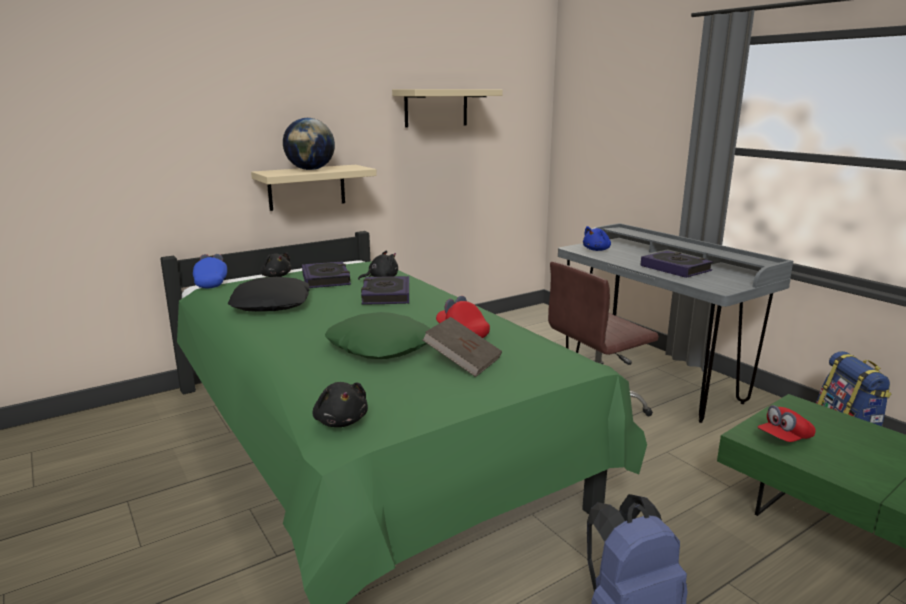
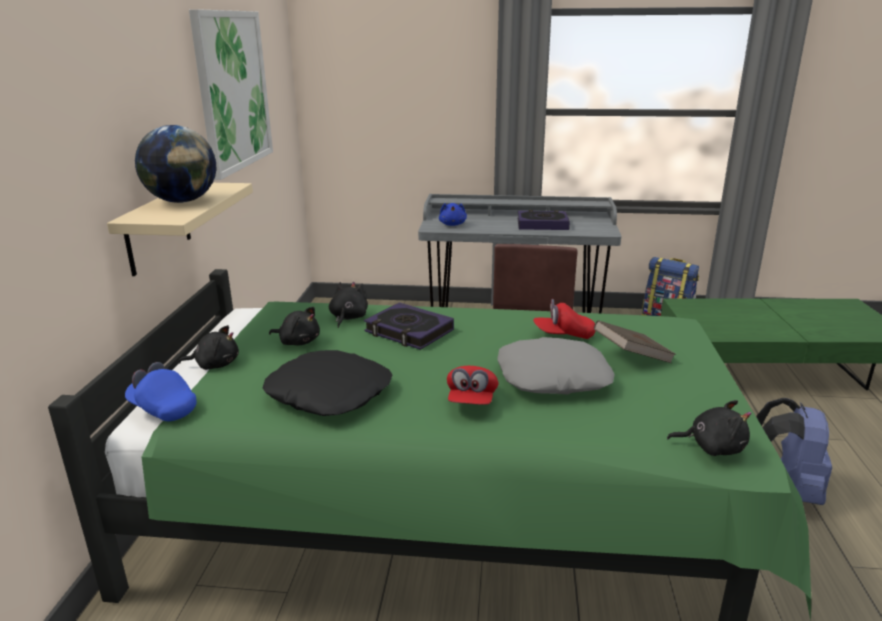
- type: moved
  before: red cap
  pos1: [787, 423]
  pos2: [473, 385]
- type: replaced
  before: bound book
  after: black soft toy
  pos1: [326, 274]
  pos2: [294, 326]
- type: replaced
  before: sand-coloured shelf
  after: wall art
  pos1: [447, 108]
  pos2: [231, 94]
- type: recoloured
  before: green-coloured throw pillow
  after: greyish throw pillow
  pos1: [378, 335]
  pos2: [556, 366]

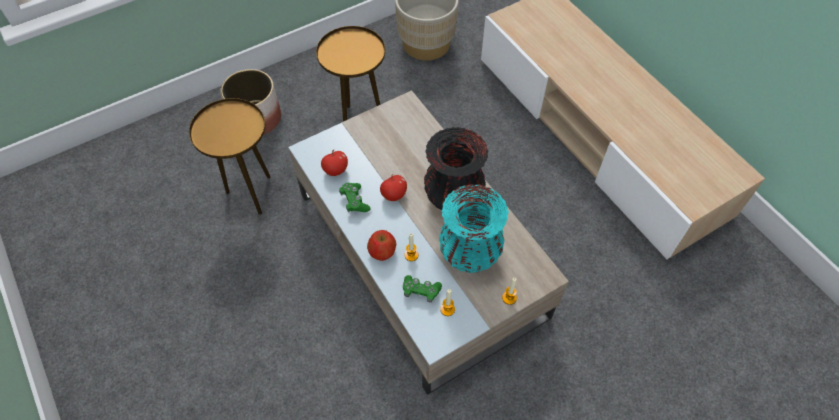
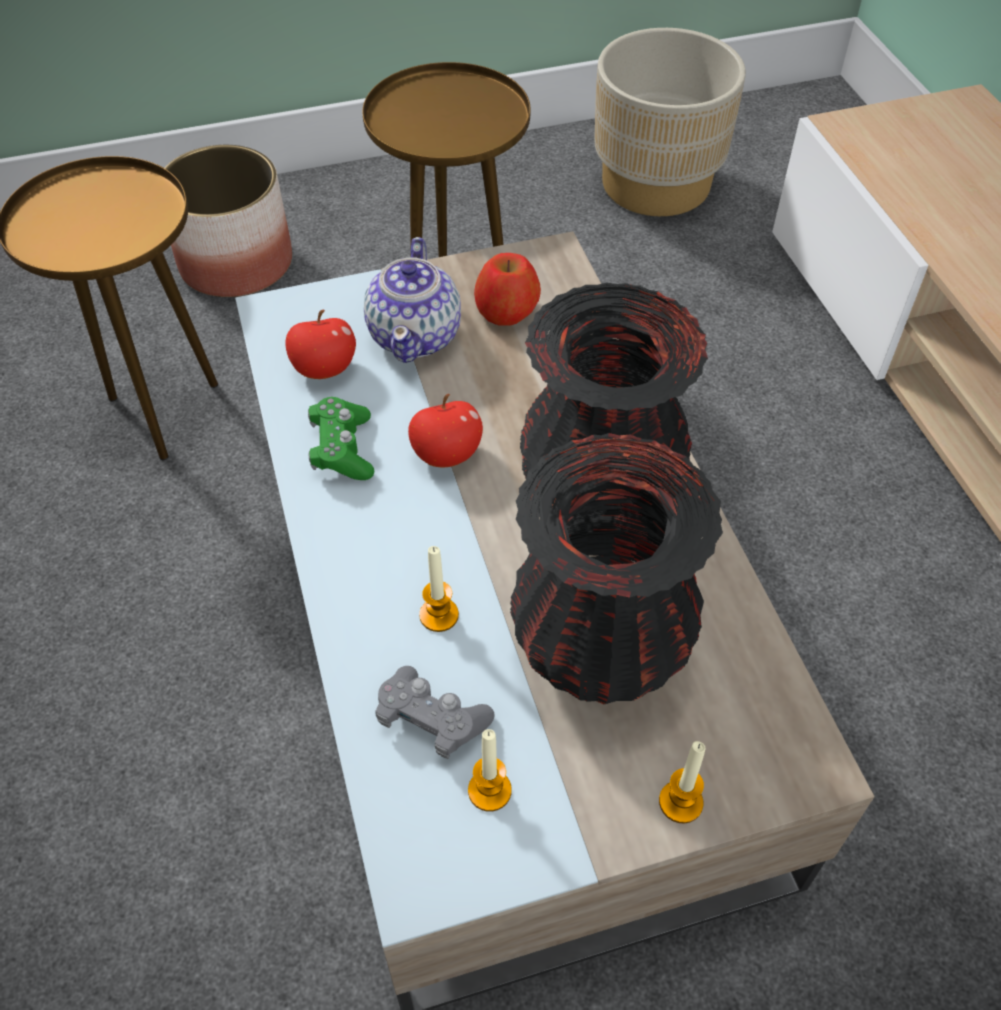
- type: added
  after: tea pot
  pos2: [412, 300]
- type: moved
  before: apple fruit
  pos1: [381, 245]
  pos2: [507, 289]
- type: recoloured
  before: green-coloured game controller
  after: greyish game controller
  pos1: [422, 289]
  pos2: [435, 712]
- type: recoloured
  before: turquoise-coloured decorative vase
  after: black decorative vase
  pos1: [474, 228]
  pos2: [616, 568]

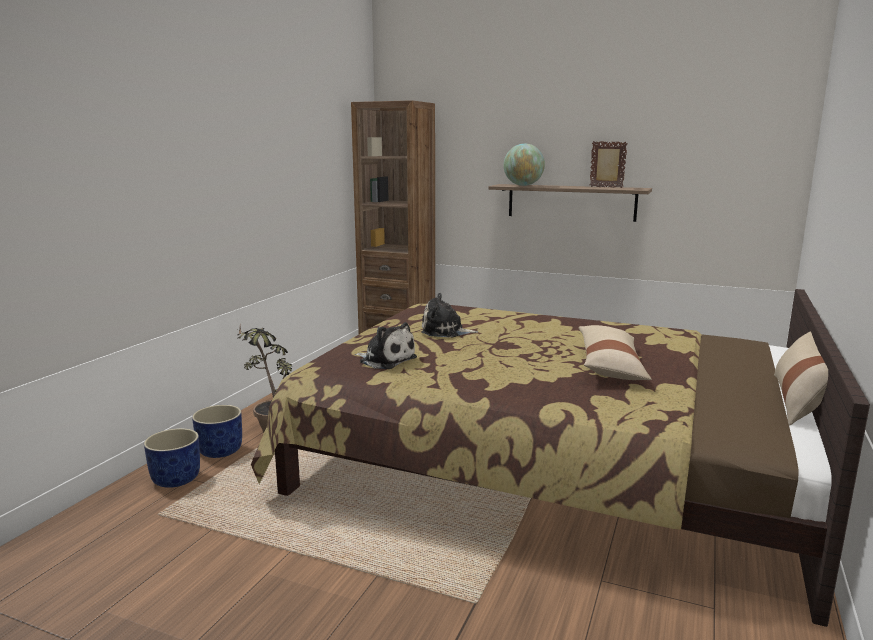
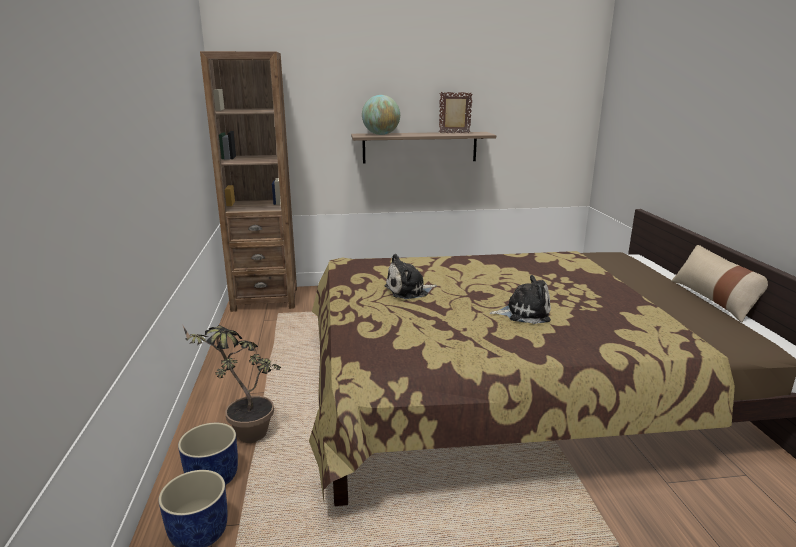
- type: removed
  before: sand-coloured throw pillow
  pos1: [615, 352]
- type: moved
  before: soft toy
  pos1: [386, 345]
  pos2: [520, 299]

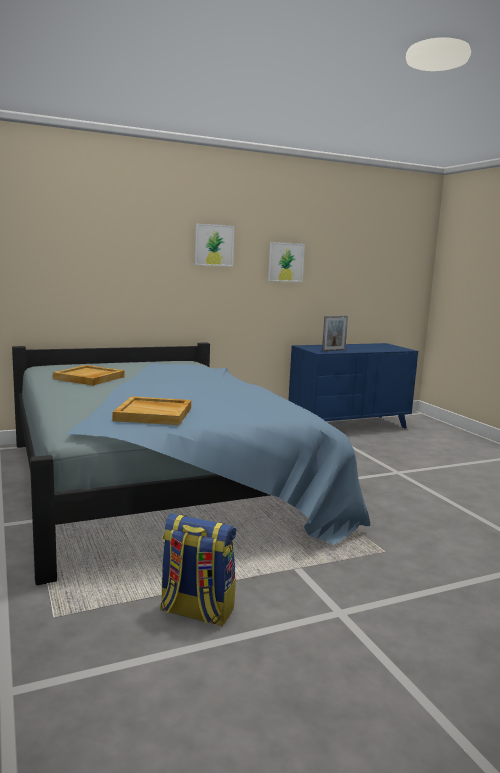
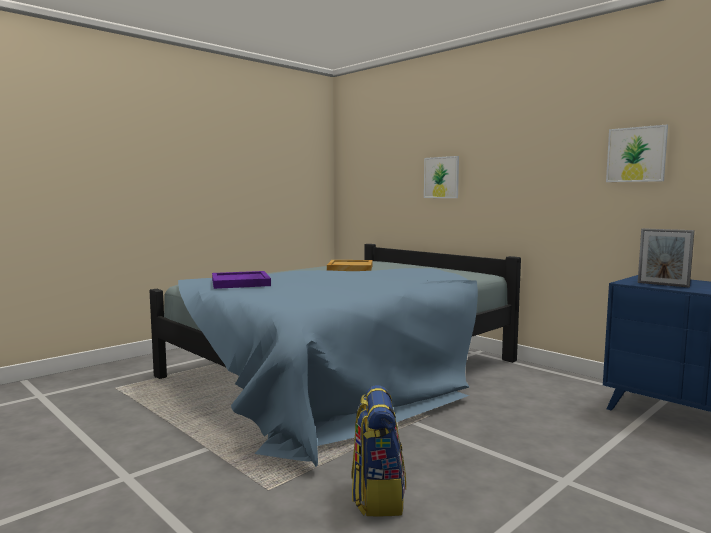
- type: moved
  before: knapsack
  pos1: [198, 569]
  pos2: [379, 450]
- type: moved
  before: wall art
  pos1: [214, 244]
  pos2: [441, 177]
- type: recoloured
  before: sand-coloured serving tray
  after: purple serving tray
  pos1: [152, 410]
  pos2: [241, 280]

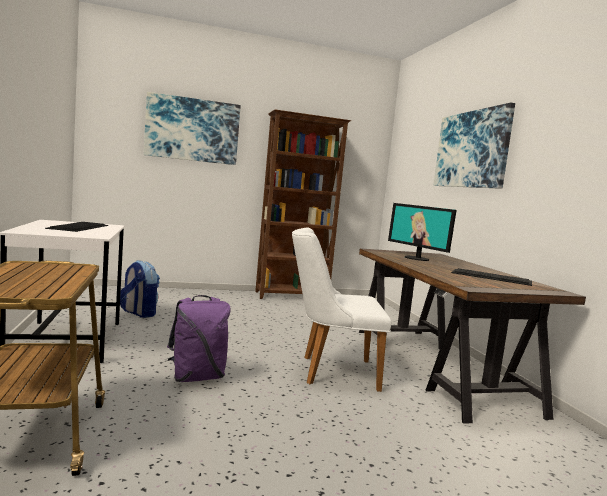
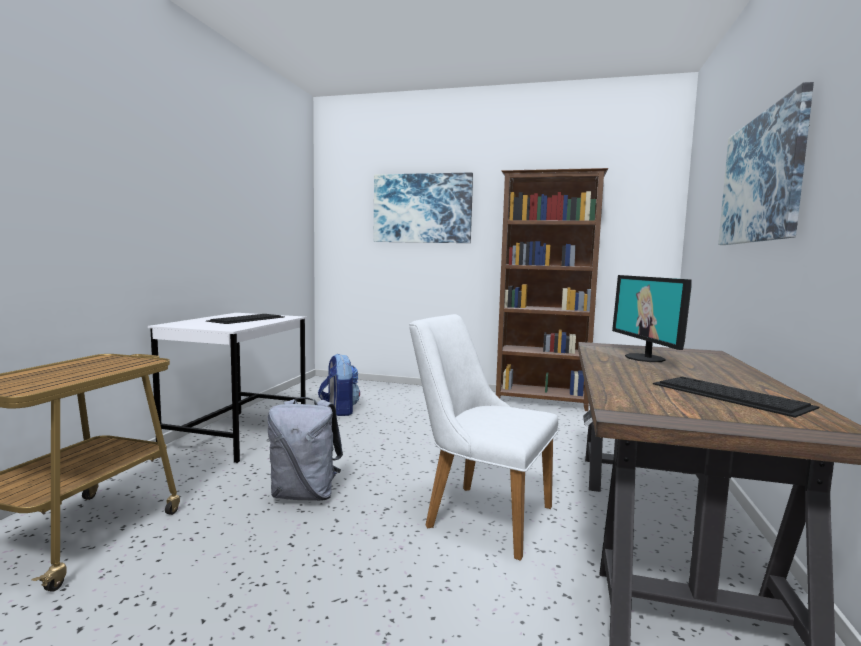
- type: recoloured
  before: purple knapsack
  after: greyish knapsack
  pos1: [199, 338]
  pos2: [305, 449]

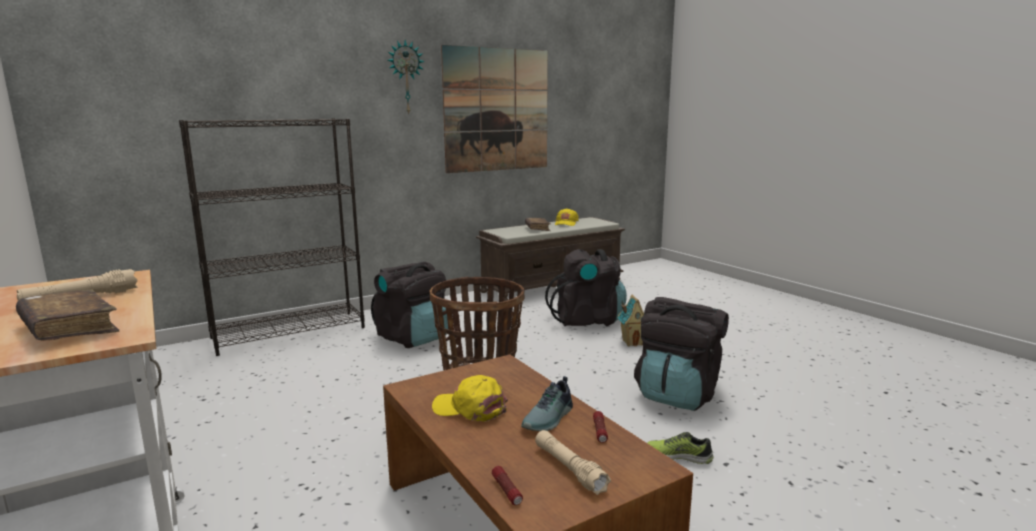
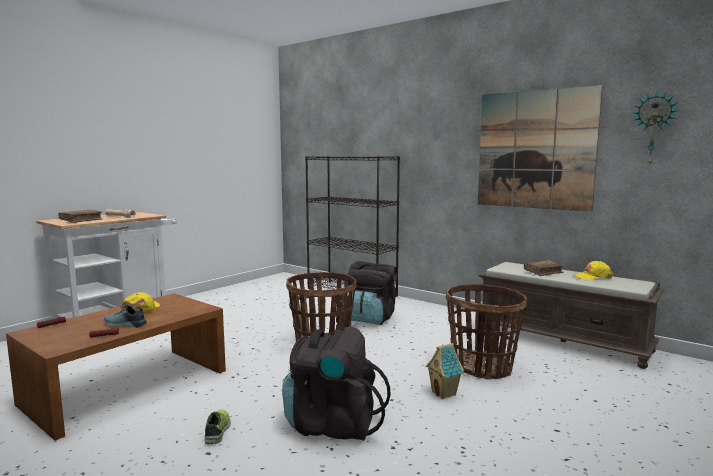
- type: removed
  before: sand-coloured hand torch
  pos1: [573, 462]
- type: moved
  before: hanging clock
  pos1: [406, 77]
  pos2: [656, 128]
- type: replaced
  before: black knapsack
  after: basket
  pos1: [586, 287]
  pos2: [486, 332]

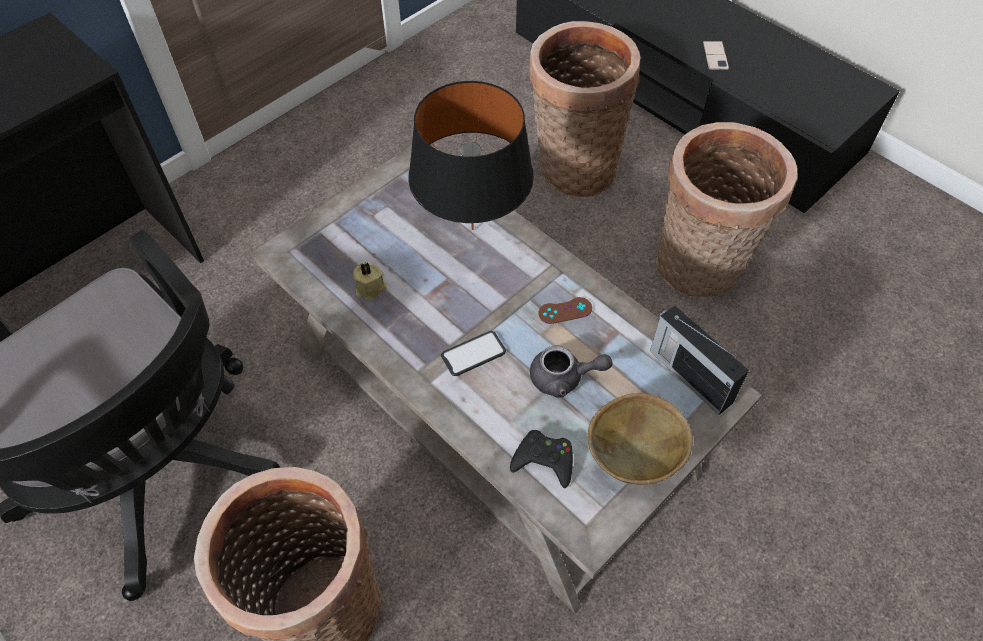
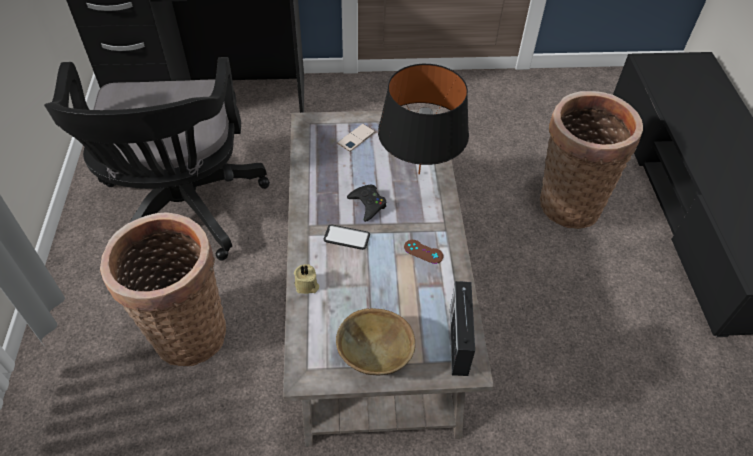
- type: removed
  before: greyish tea pot
  pos1: [571, 372]
- type: removed
  before: basket
  pos1: [726, 210]
- type: moved
  before: sand-coloured wax light
  pos1: [370, 281]
  pos2: [306, 279]
- type: moved
  before: black game controller
  pos1: [541, 459]
  pos2: [366, 203]
- type: moved
  before: telephone
  pos1: [716, 55]
  pos2: [356, 138]

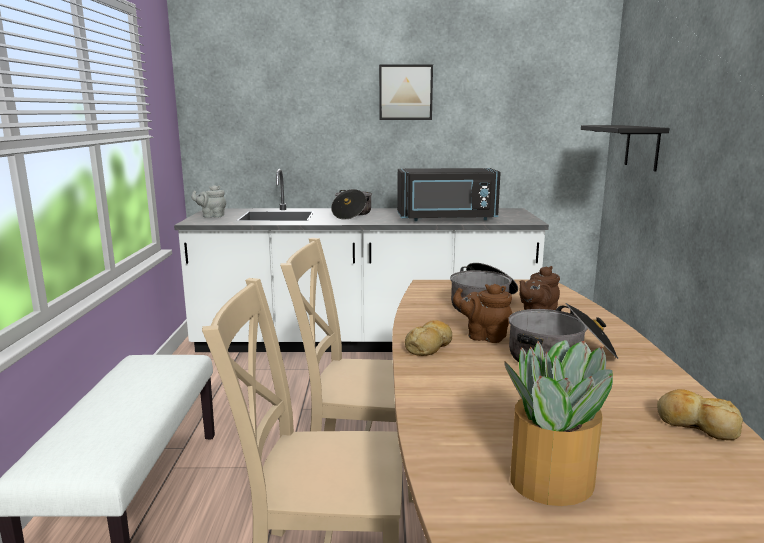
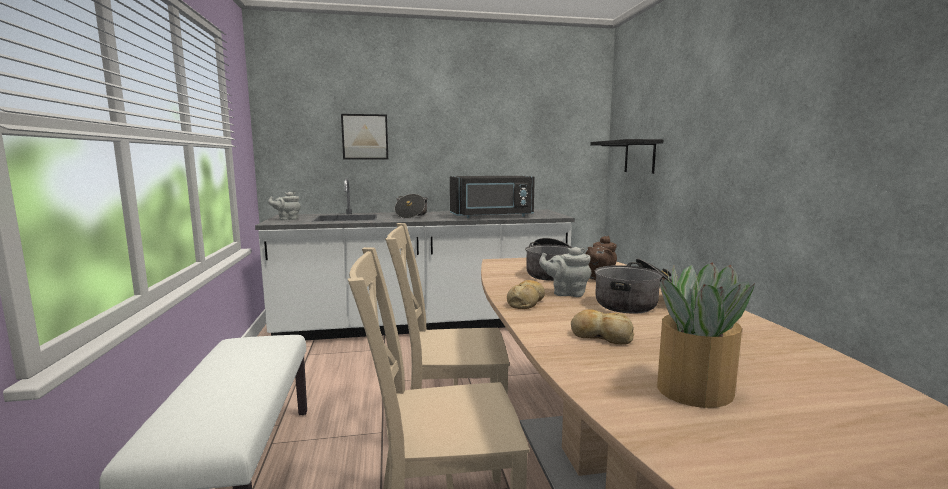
- type: moved
  before: wall art
  pos1: [406, 92]
  pos2: [364, 137]
- type: moved
  before: bread
  pos1: [700, 414]
  pos2: [602, 326]
- type: recoloured
  before: brown-coloured tea pot
  after: greyish tea pot
  pos1: [482, 313]
  pos2: [565, 272]

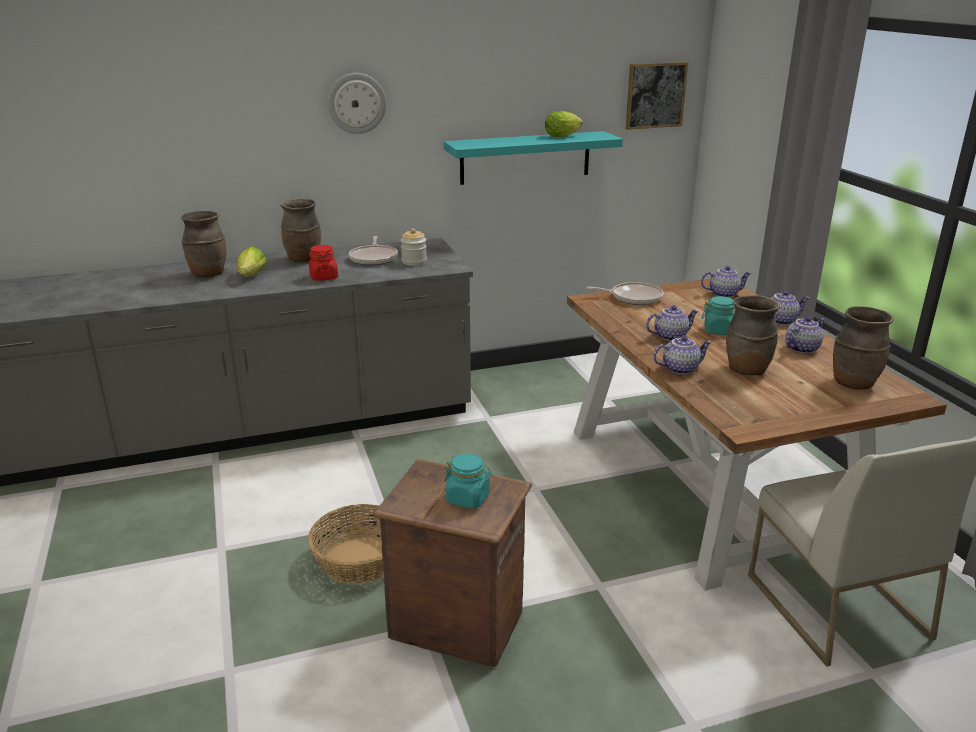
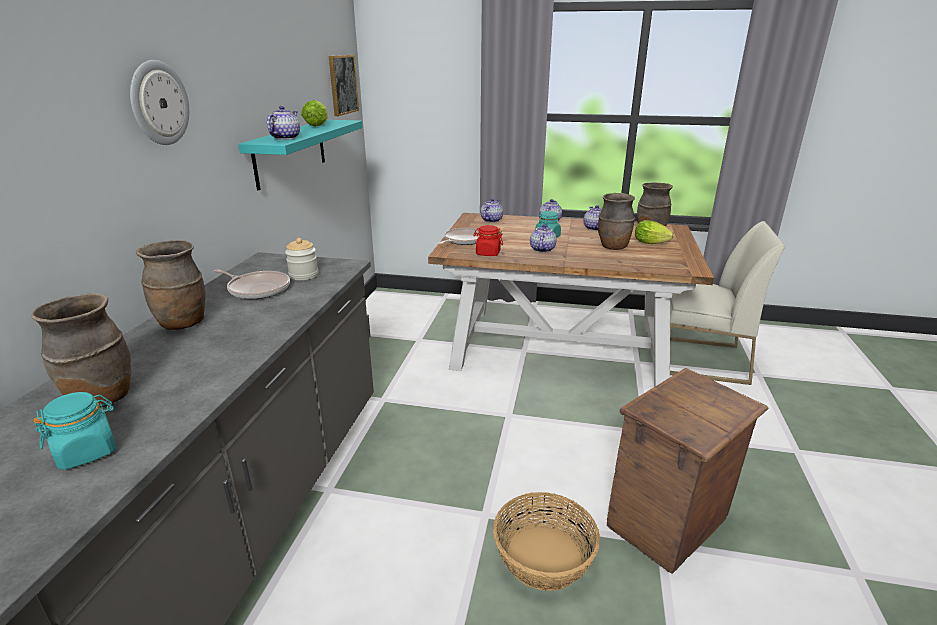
- type: moved
  before: head of lettuce
  pos1: [252, 261]
  pos2: [654, 232]
- type: moved
  before: red storage jar
  pos1: [323, 263]
  pos2: [488, 240]
- type: moved
  before: turquoise-coloured storage jar
  pos1: [468, 481]
  pos2: [74, 431]
- type: moved
  before: tea pot
  pos1: [682, 355]
  pos2: [283, 123]

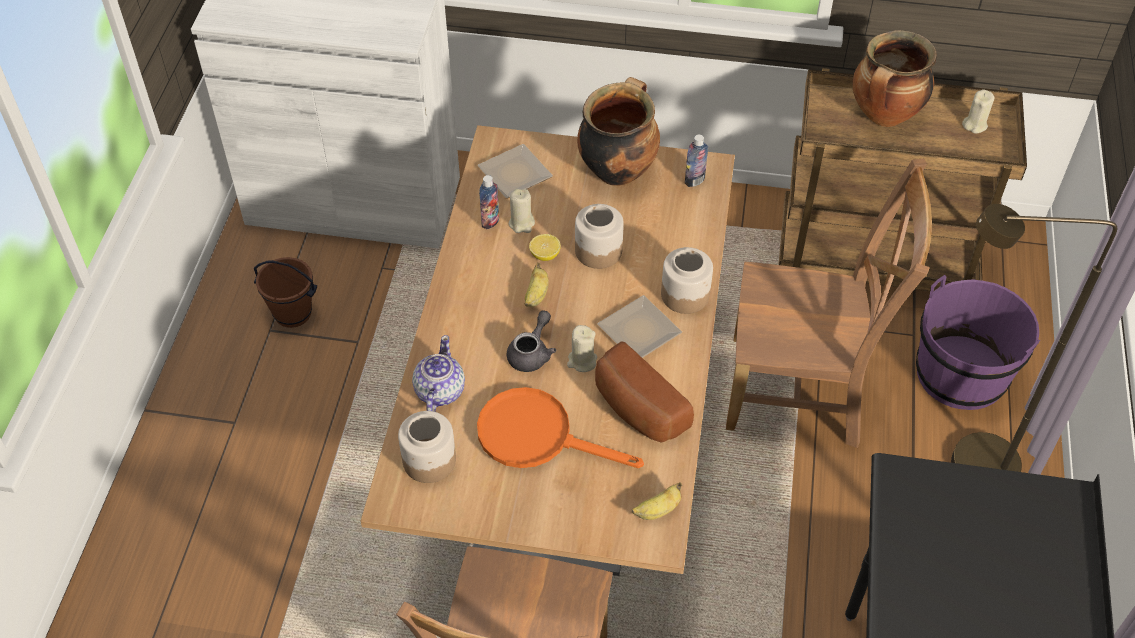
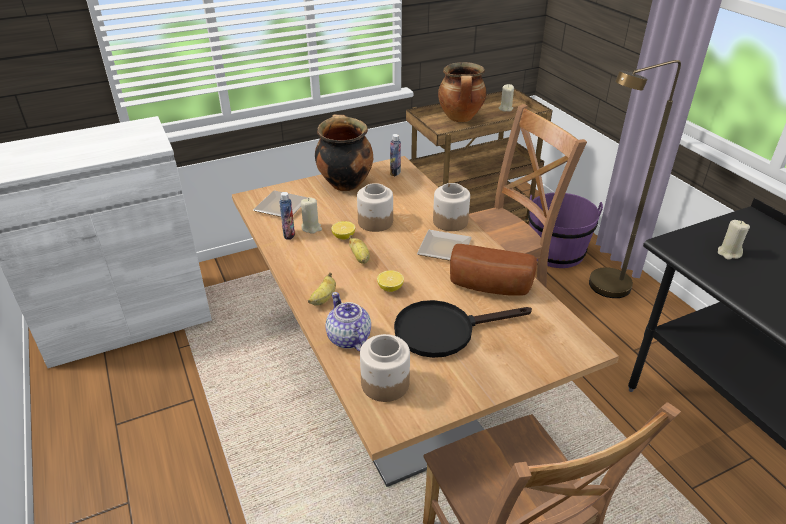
- type: removed
  before: brown-coloured pail
  pos1: [285, 292]
- type: moved
  before: sand-coloured wax light
  pos1: [582, 348]
  pos2: [734, 240]
- type: moved
  before: banana
  pos1: [657, 501]
  pos2: [322, 289]
- type: replaced
  before: greyish tea pot
  after: whole lemon
  pos1: [531, 341]
  pos2: [390, 281]
- type: recoloured
  before: orange pan
  after: black pan
  pos1: [560, 427]
  pos2: [463, 329]

